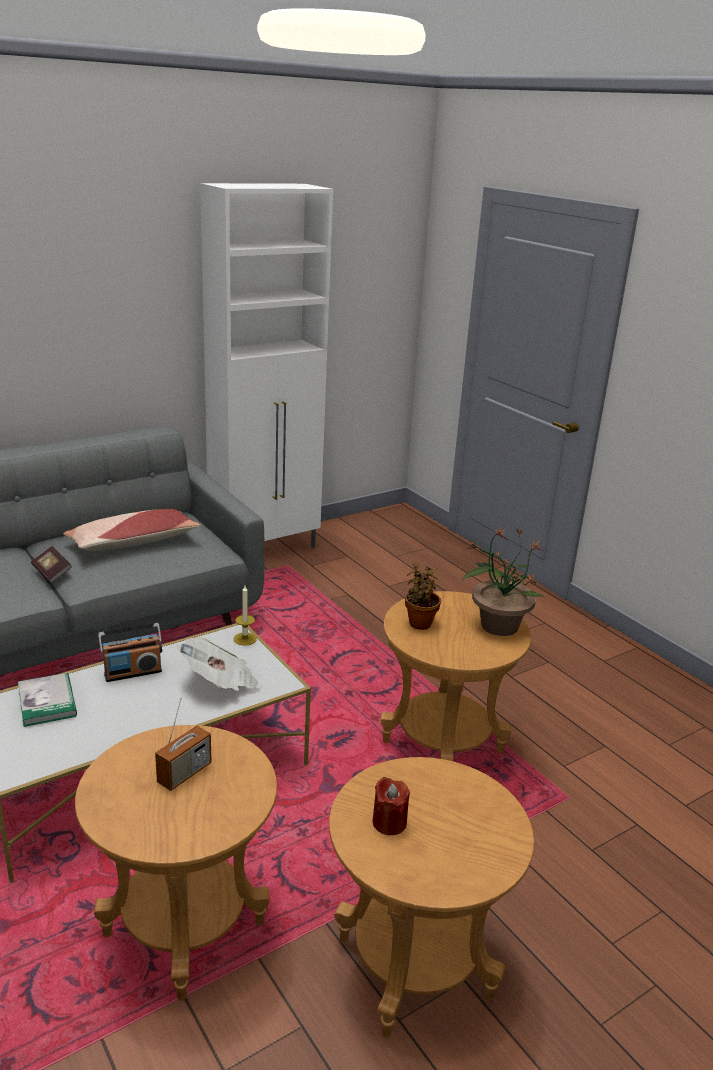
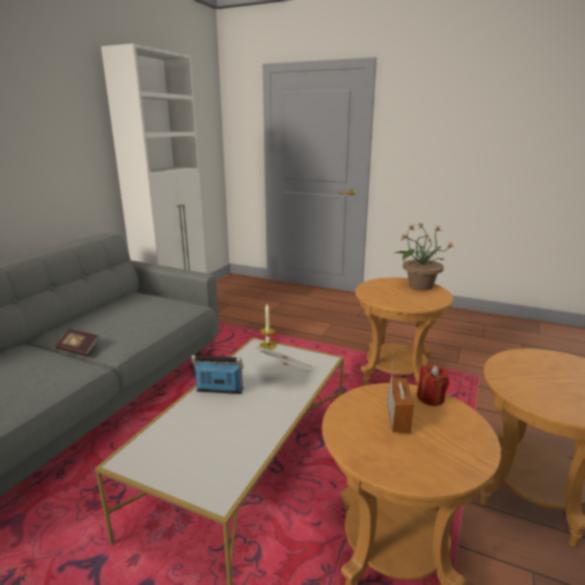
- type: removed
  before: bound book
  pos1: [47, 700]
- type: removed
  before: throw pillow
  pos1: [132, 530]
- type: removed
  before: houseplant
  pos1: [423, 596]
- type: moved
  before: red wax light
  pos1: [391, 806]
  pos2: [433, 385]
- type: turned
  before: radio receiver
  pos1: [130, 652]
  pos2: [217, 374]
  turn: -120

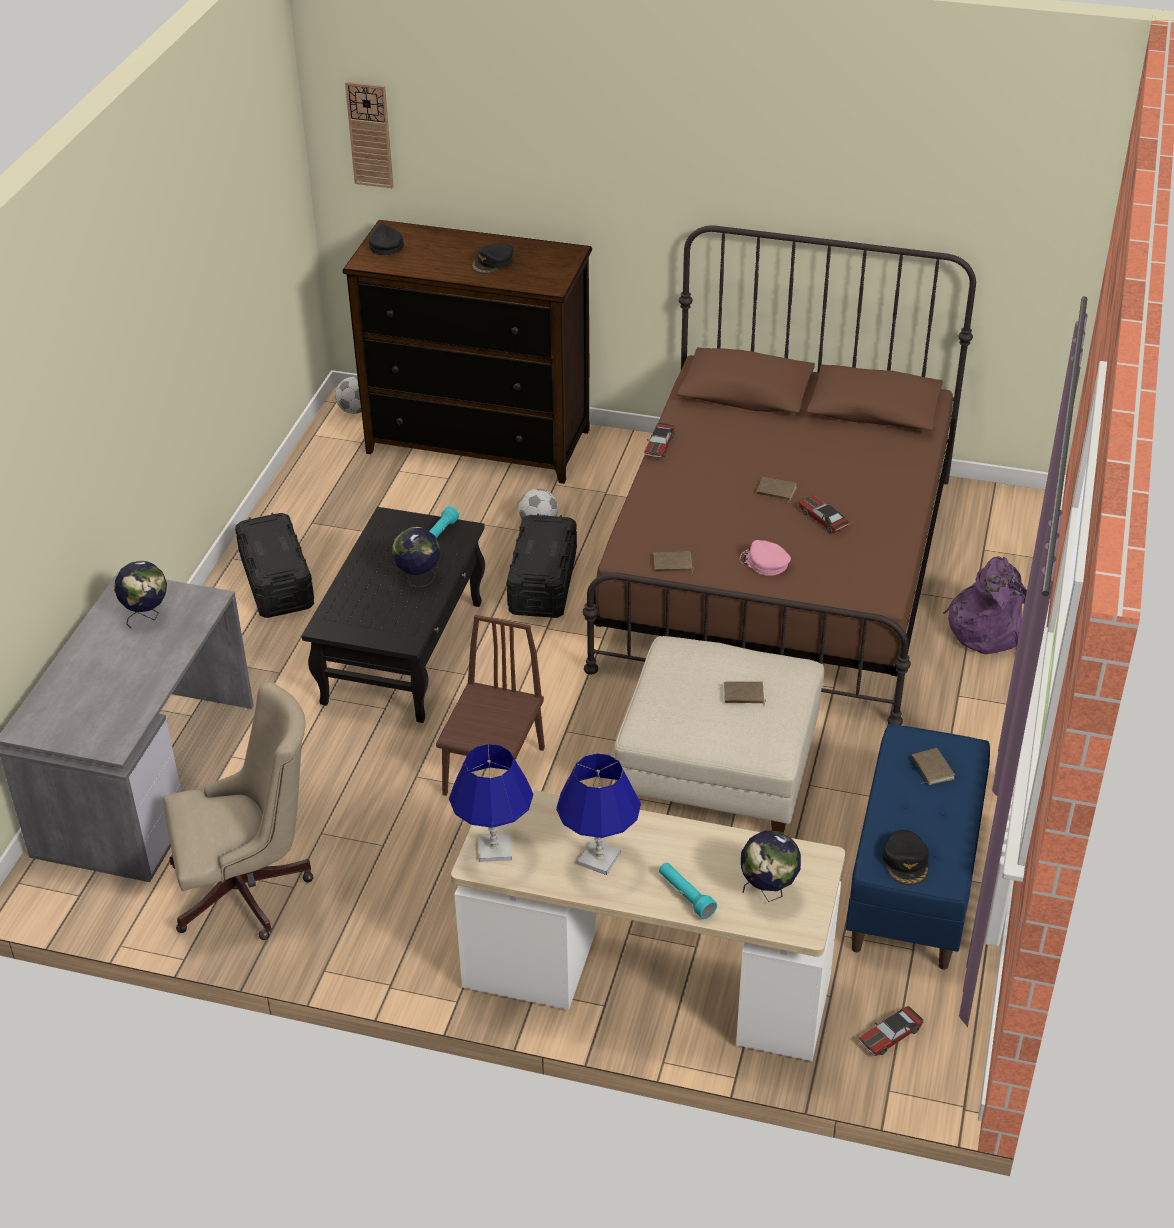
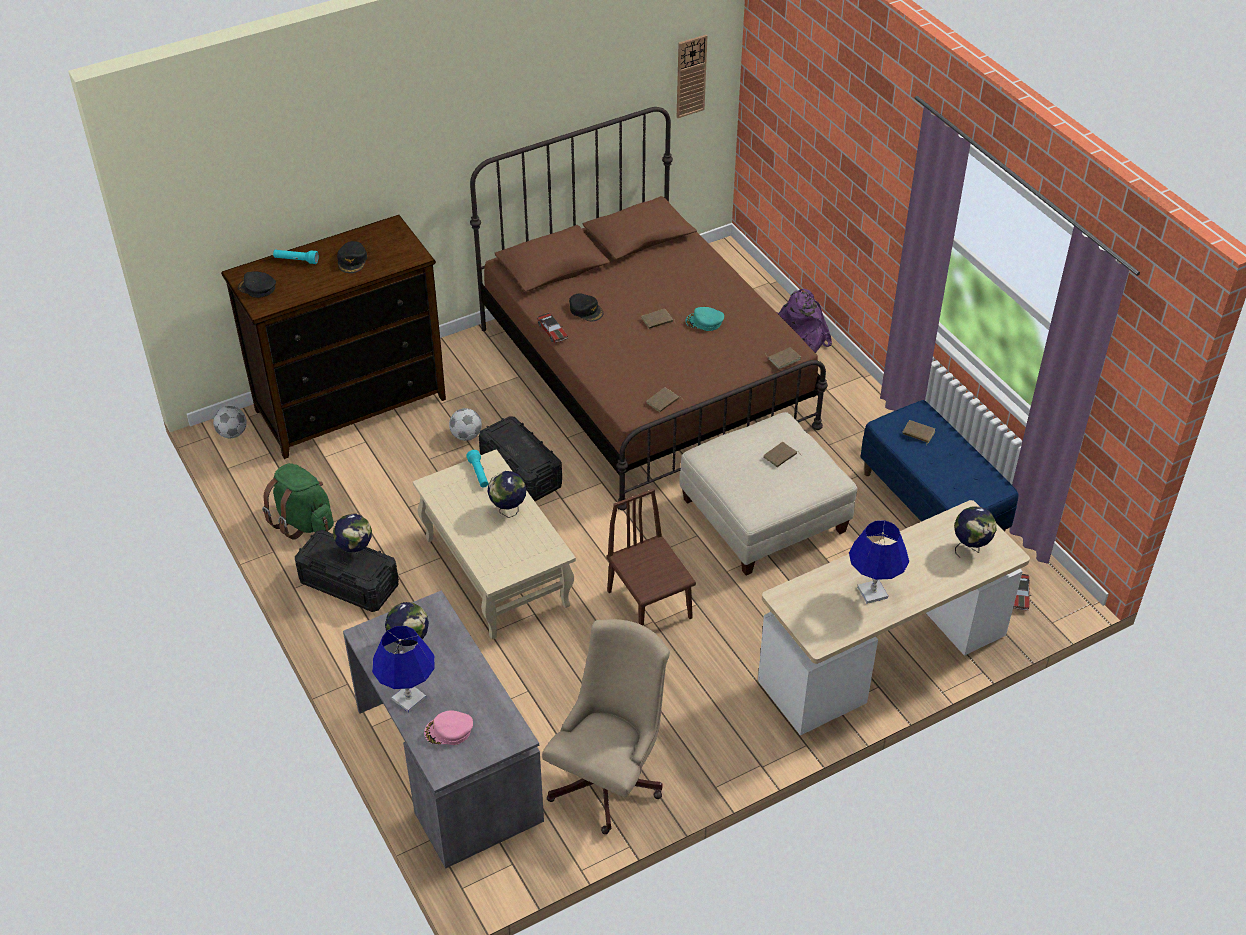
- type: added
  after: green-coloured knapsack
  pos2: [298, 501]
- type: added
  after: globe
  pos2: [352, 539]
- type: added
  after: brown-coloured bound book
  pos2: [783, 358]
- type: moved
  before: hanging clock
  pos1: [369, 134]
  pos2: [692, 76]
- type: moved
  before: blue-coloured lamp for a table
  pos1: [491, 803]
  pos2: [403, 669]
- type: moved
  before: turquoise-coloured hand torch
  pos1: [688, 891]
  pos2: [295, 257]
- type: moved
  before: pinkish cap
  pos1: [765, 558]
  pos2: [448, 728]
- type: moved
  before: black cap
  pos1: [905, 858]
  pos2: [586, 307]
- type: replaced
  before: toy car
  after: turquoise-coloured cap
  pos1: [824, 514]
  pos2: [705, 319]
- type: recoloured
  before: black low table
  after: sand-coloured low table
  pos1: [393, 615]
  pos2: [494, 544]

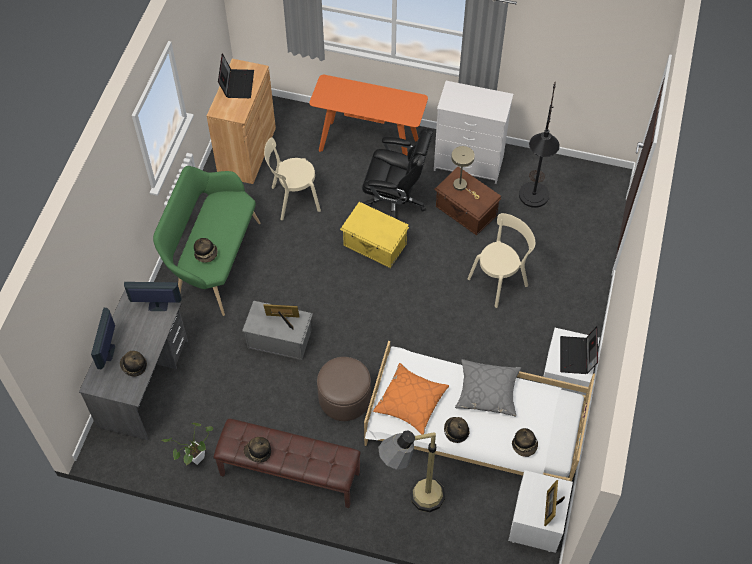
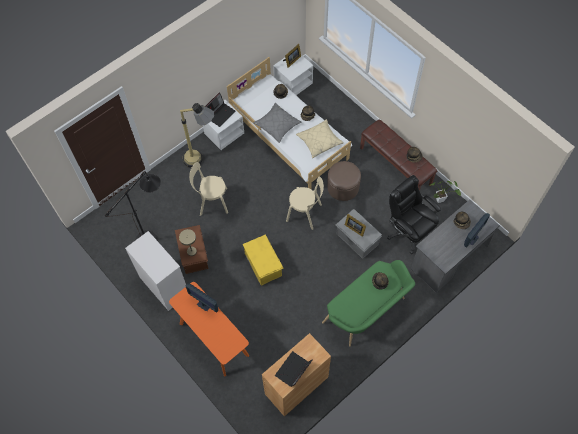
- type: moved
  before: monitor
  pos1: [153, 296]
  pos2: [202, 298]
- type: moved
  before: sand-coloured chair
  pos1: [292, 178]
  pos2: [305, 203]
- type: moved
  before: black desk chair
  pos1: [398, 173]
  pos2: [414, 214]
- type: moved
  before: standard lamp
  pos1: [411, 471]
  pos2: [197, 135]
- type: recoloured
  before: orange throw pillow
  after: sand-coloured throw pillow
  pos1: [411, 399]
  pos2: [320, 138]

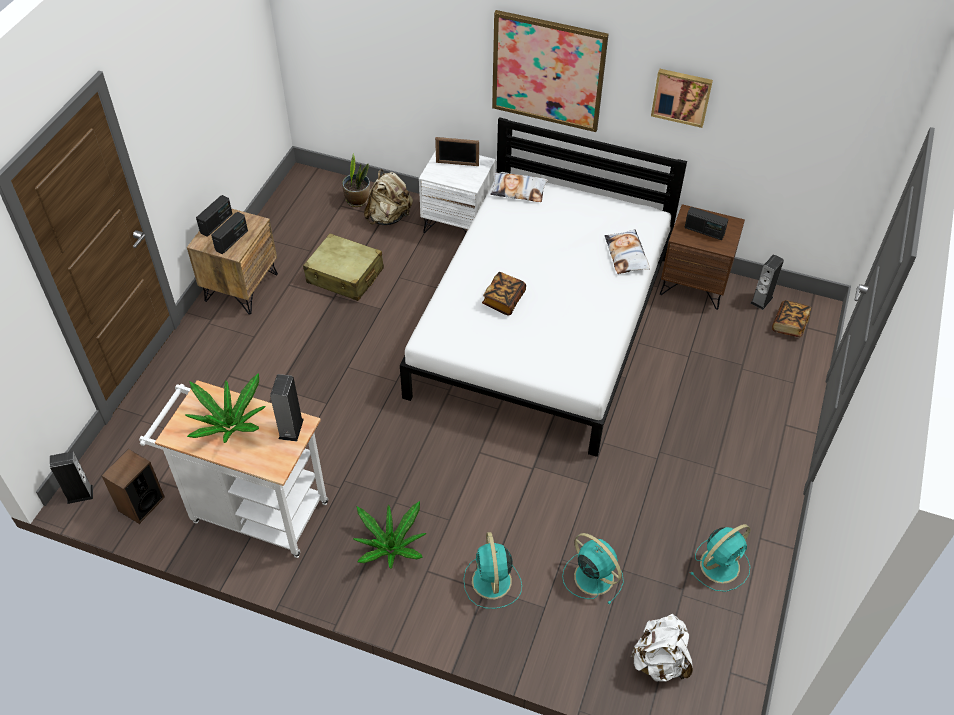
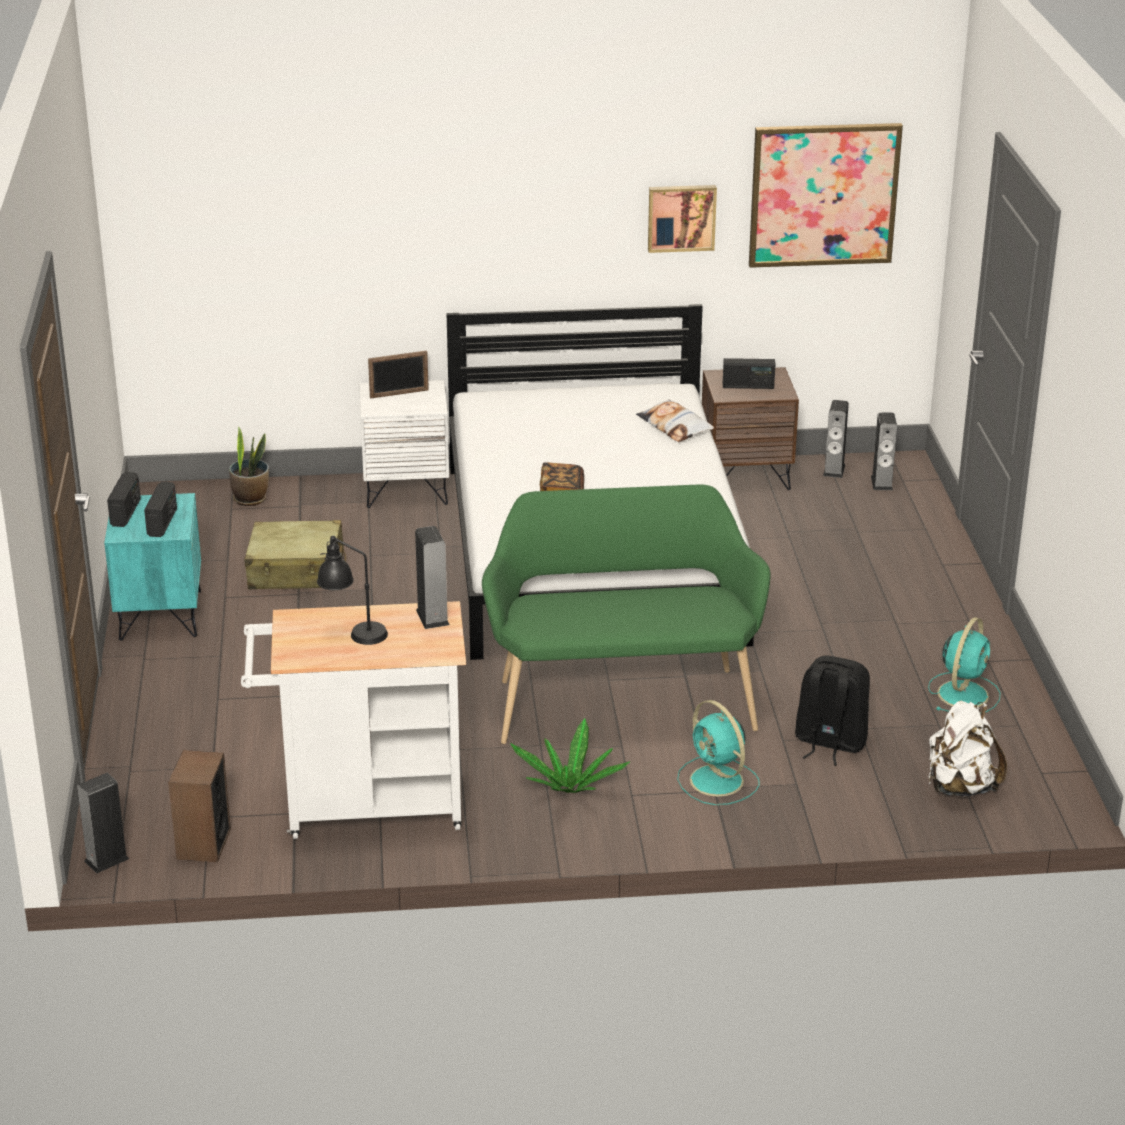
- type: removed
  before: sand-coloured knapsack
  pos1: [388, 197]
- type: removed
  before: throw pillow
  pos1: [519, 187]
- type: added
  after: green-coloured bench
  pos2: [626, 614]
- type: moved
  before: wall art
  pos1: [550, 71]
  pos2: [826, 195]
- type: replaced
  before: houseplant
  after: black lamp for a table
  pos1: [225, 408]
  pos2: [352, 590]
- type: replaced
  before: turquoise-coloured fan
  after: black knapsack
  pos1: [593, 569]
  pos2: [832, 711]
- type: replaced
  before: bound book
  after: loudspeaker
  pos1: [791, 319]
  pos2: [884, 451]
- type: recoloured
  before: brown-coloured bedside table
  after: turquoise-coloured bedside table
  pos1: [232, 261]
  pos2: [152, 567]

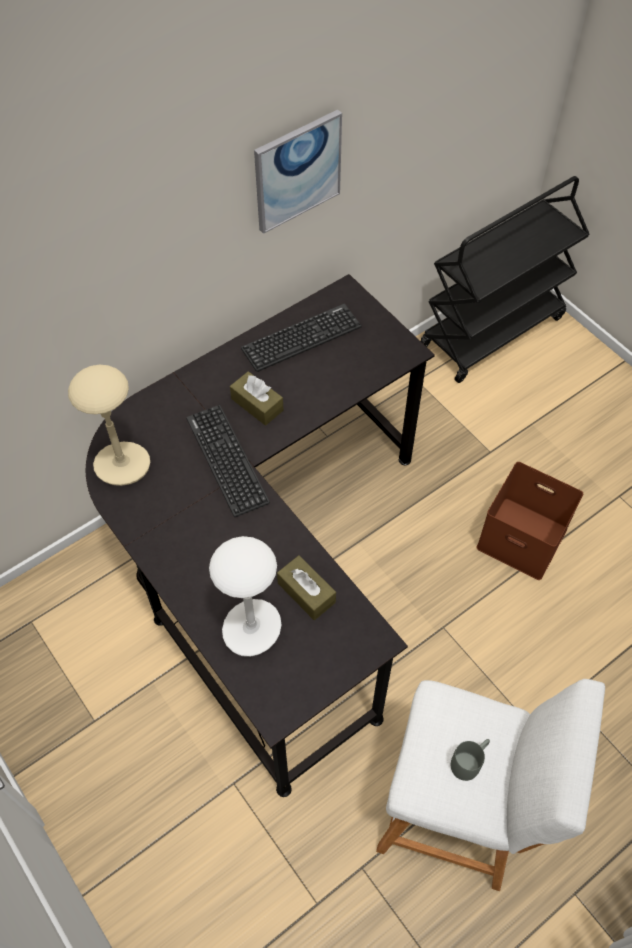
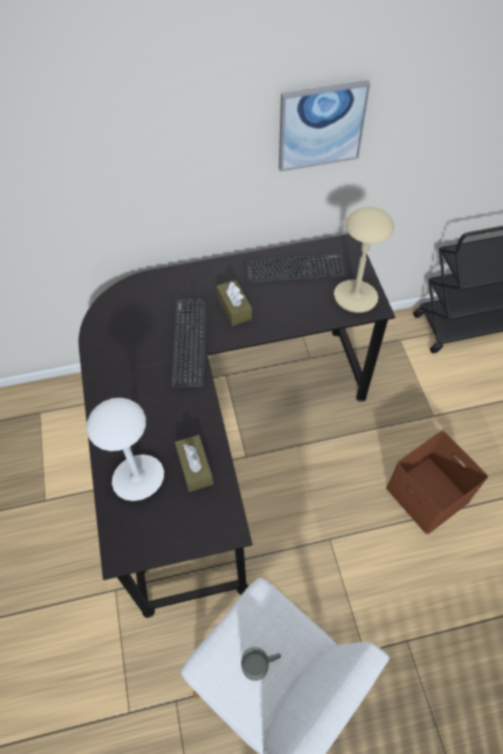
- type: moved
  before: sand-coloured lamp for a table
  pos1: [109, 425]
  pos2: [364, 260]

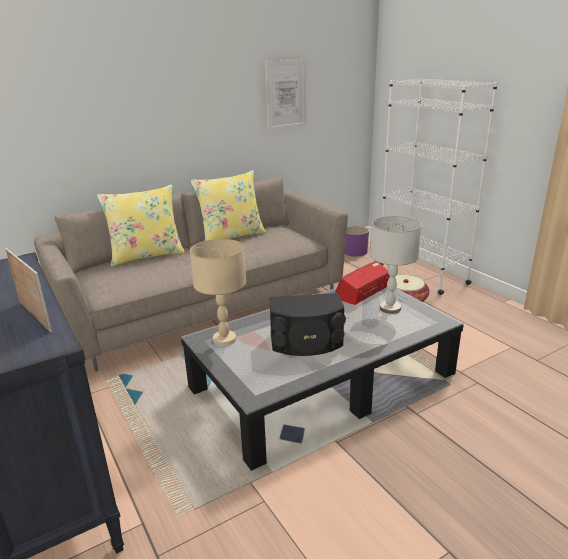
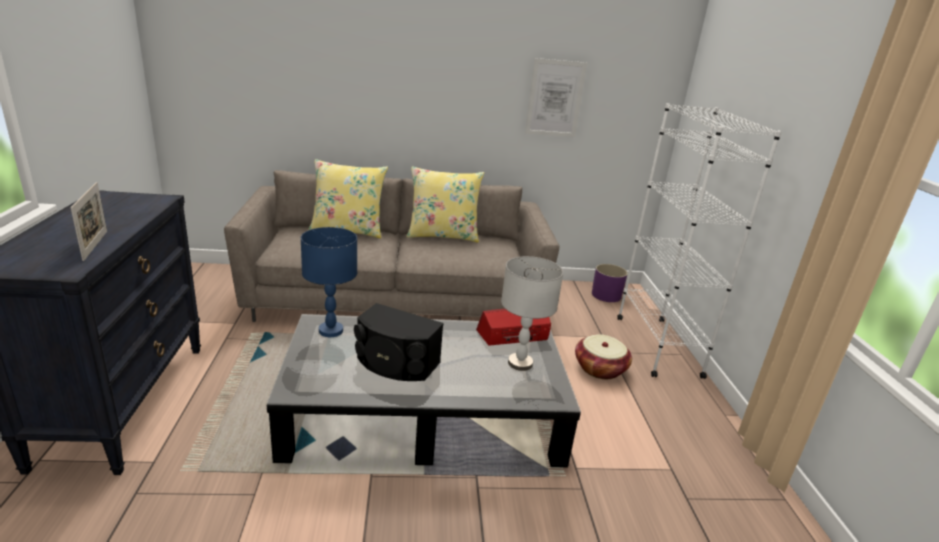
- type: recoloured
  before: sand-coloured lamp for a table
  after: blue-coloured lamp for a table
  pos1: [218, 292]
  pos2: [329, 282]

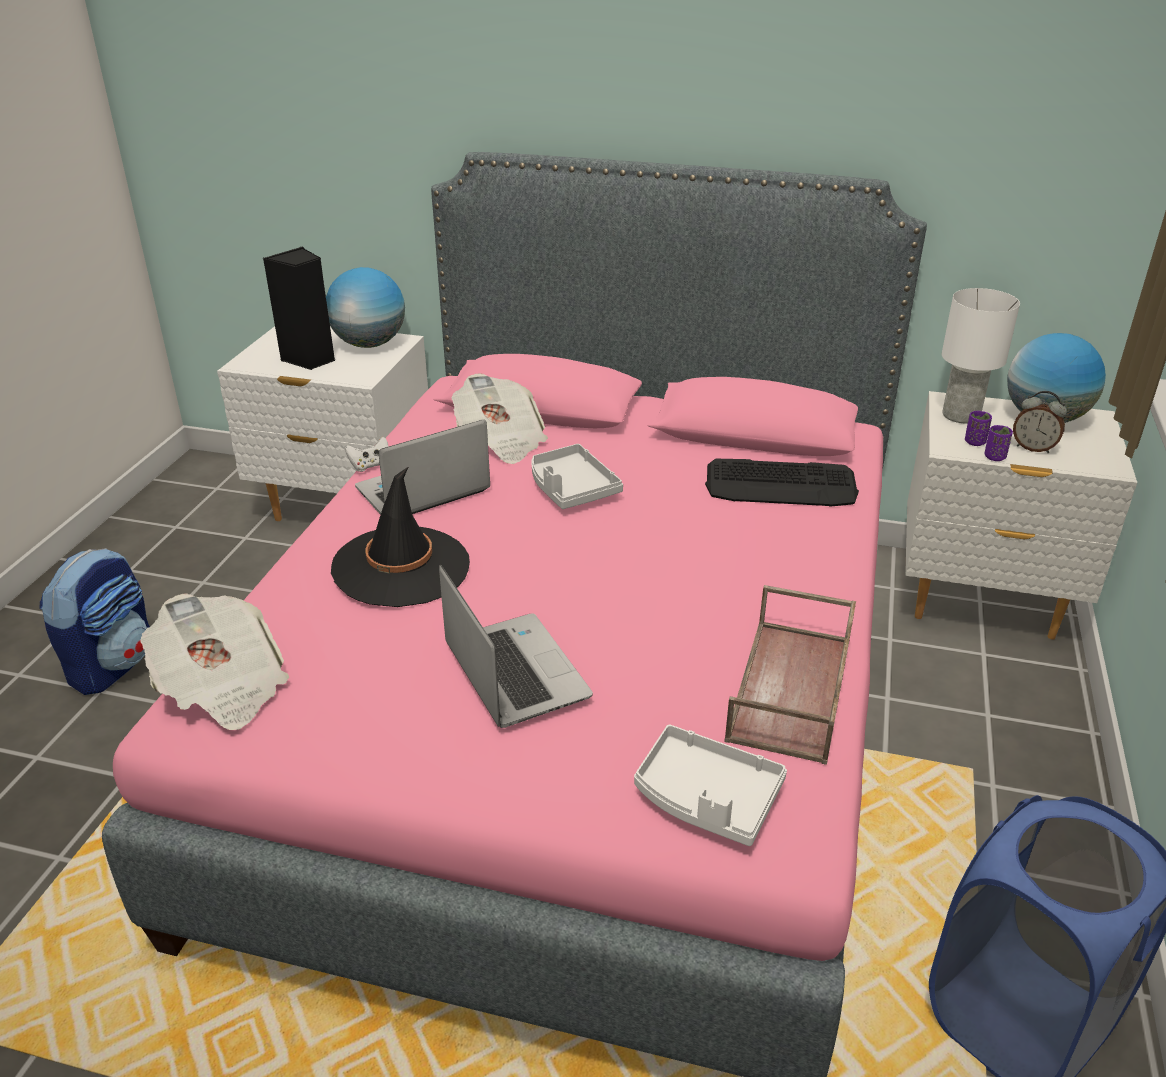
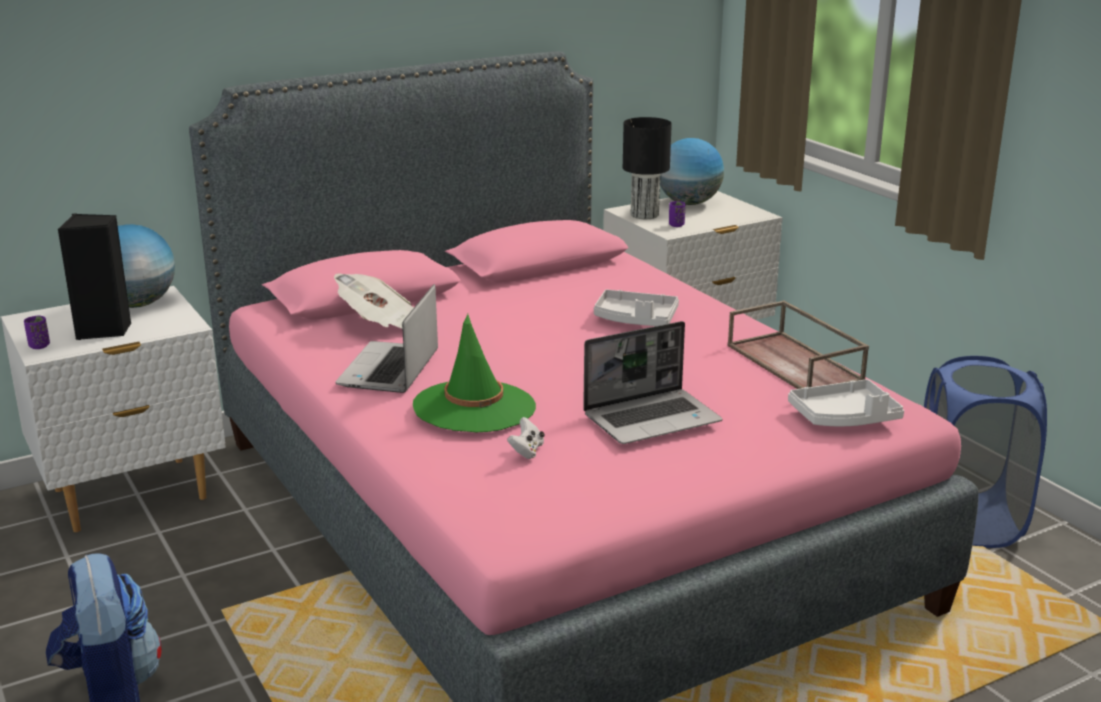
- type: removed
  before: daily paper
  pos1: [214, 661]
- type: removed
  before: computer keyboard
  pos1: [782, 483]
- type: removed
  before: bedside clock
  pos1: [1040, 422]
- type: moved
  before: white game controller
  pos1: [367, 454]
  pos2: [526, 438]
- type: moved
  before: greyish serving tray
  pos1: [577, 476]
  pos2: [636, 307]
- type: moved
  before: purple drinking cup
  pos1: [998, 443]
  pos2: [37, 332]
- type: recoloured
  before: black clothing hat
  after: green-coloured clothing hat
  pos1: [400, 536]
  pos2: [474, 373]
- type: recoloured
  before: white lamp for a table
  after: black lamp for a table
  pos1: [981, 356]
  pos2: [647, 168]
- type: turned
  before: laptop
  pos1: [516, 646]
  pos2: [652, 382]
  turn: 135

